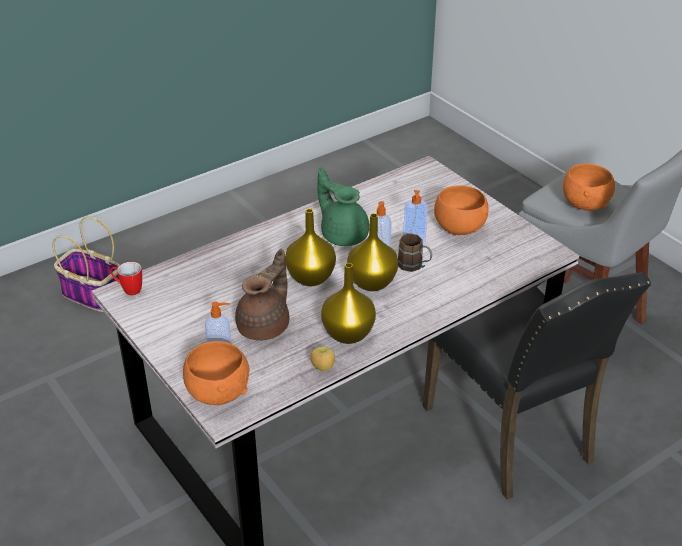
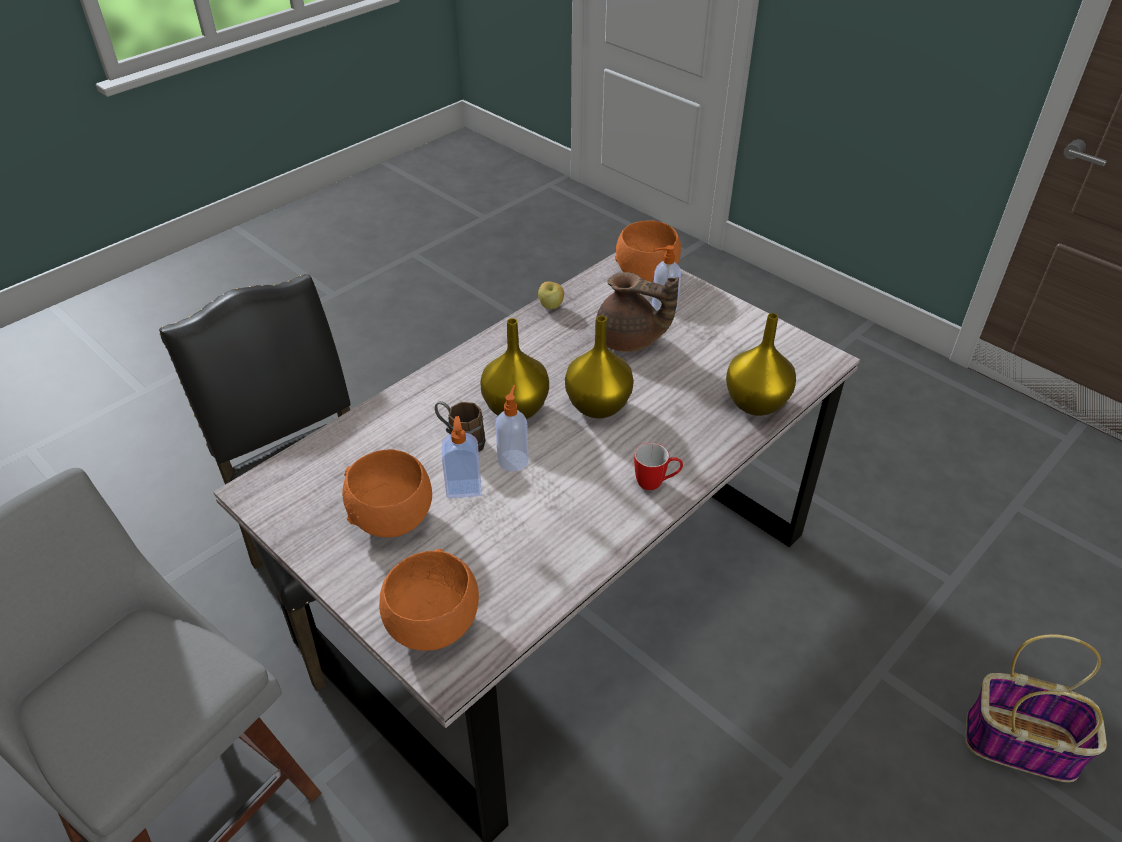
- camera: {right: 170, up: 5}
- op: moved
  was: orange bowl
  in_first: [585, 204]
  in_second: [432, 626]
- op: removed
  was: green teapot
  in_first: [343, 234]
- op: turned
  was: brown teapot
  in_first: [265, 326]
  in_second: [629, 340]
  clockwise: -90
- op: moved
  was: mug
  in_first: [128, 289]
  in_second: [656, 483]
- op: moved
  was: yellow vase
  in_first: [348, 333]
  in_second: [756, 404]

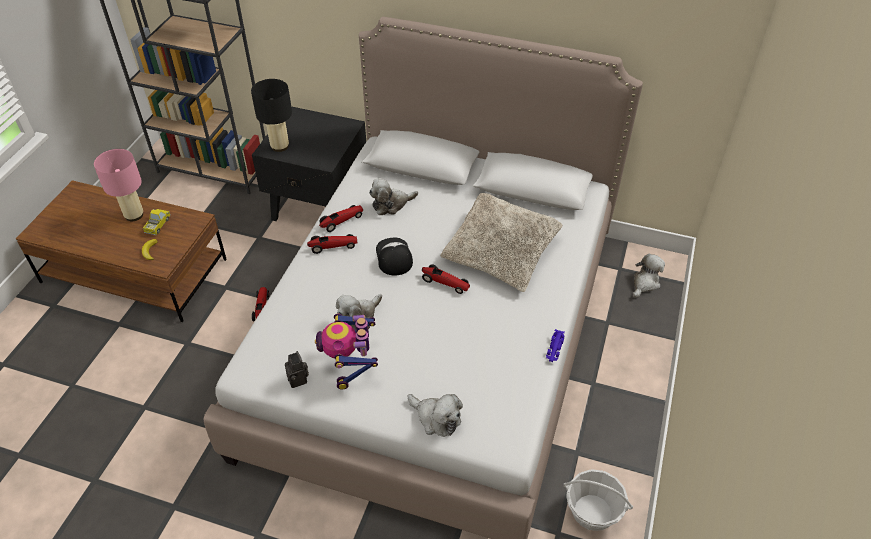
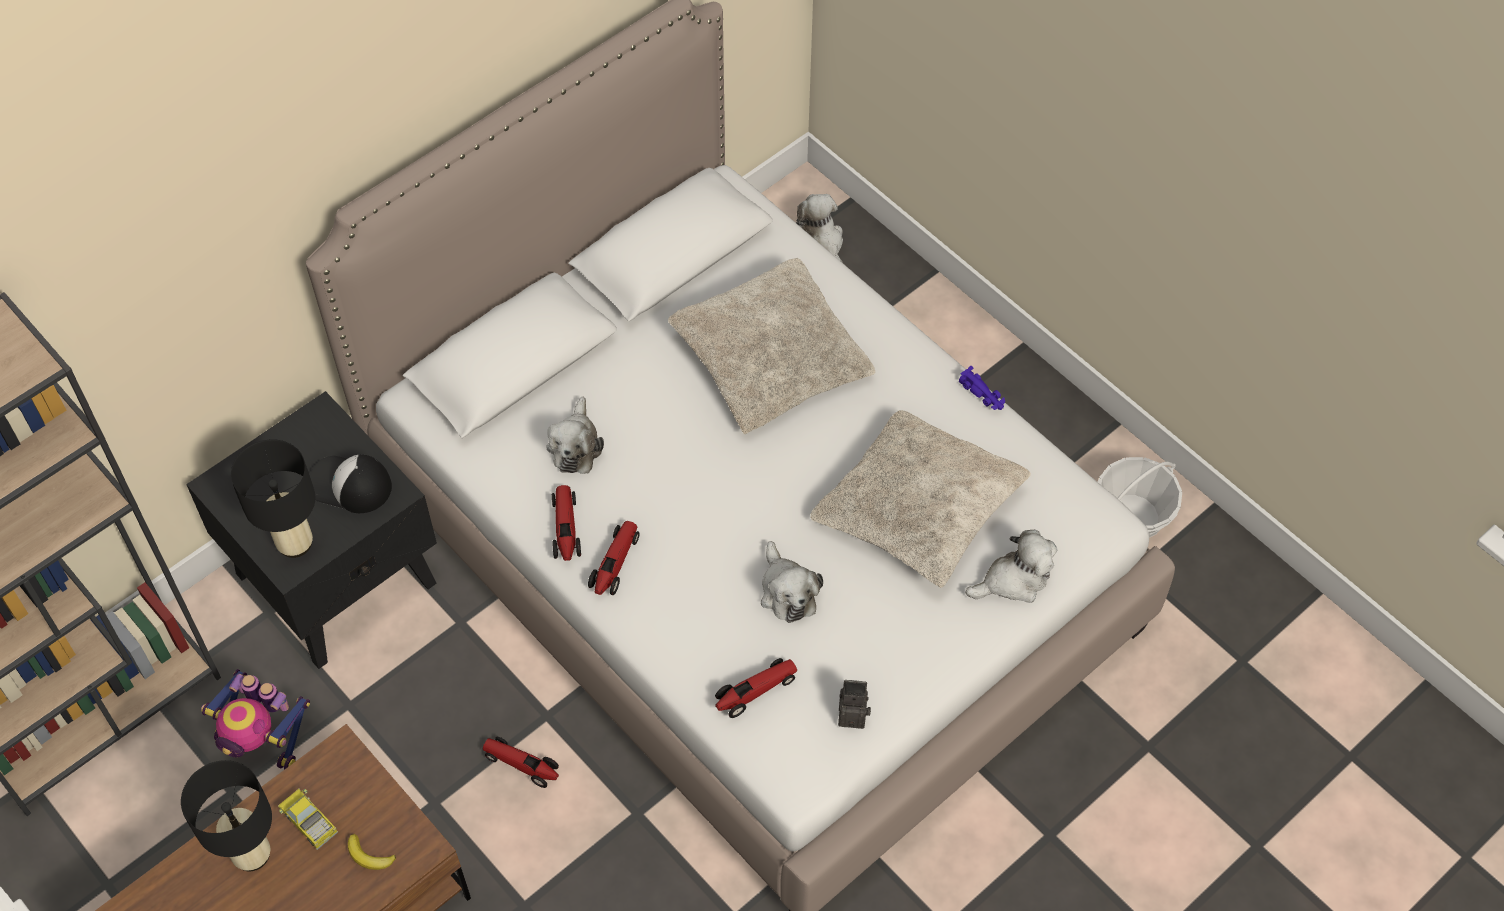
- camera: {right: -60, up: 10}
- op: recoloured
  was: pink table lamp
  now: black table lamp
  in_first: [133, 215]
  in_second: [251, 855]
- op: moved
  was: cap
  in_first: [393, 257]
  in_second: [349, 485]
- op: moved
  was: toy car
  in_first: [445, 283]
  in_second: [755, 691]
- op: moved
  was: toy robot
  in_first: [350, 365]
  in_second: [263, 741]
- op: added
  now: beige pillow
  in_second: [918, 509]

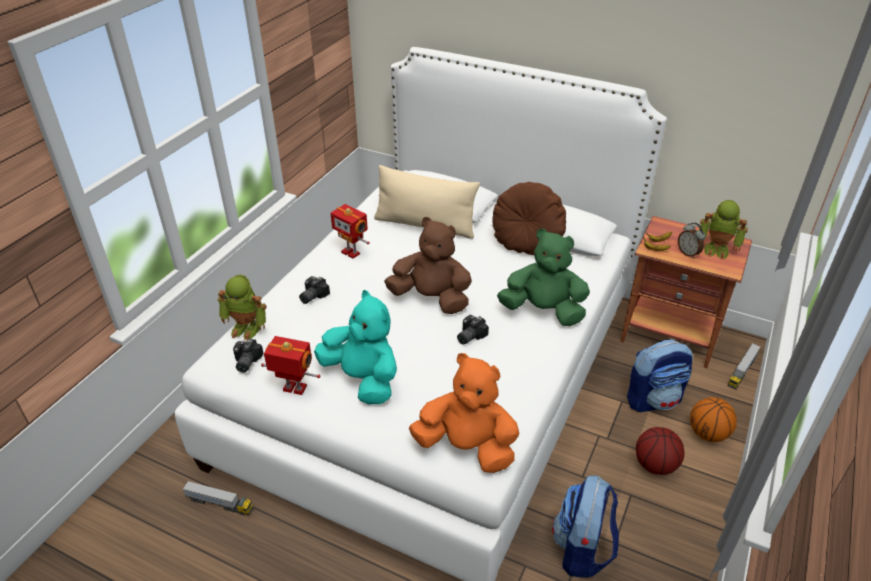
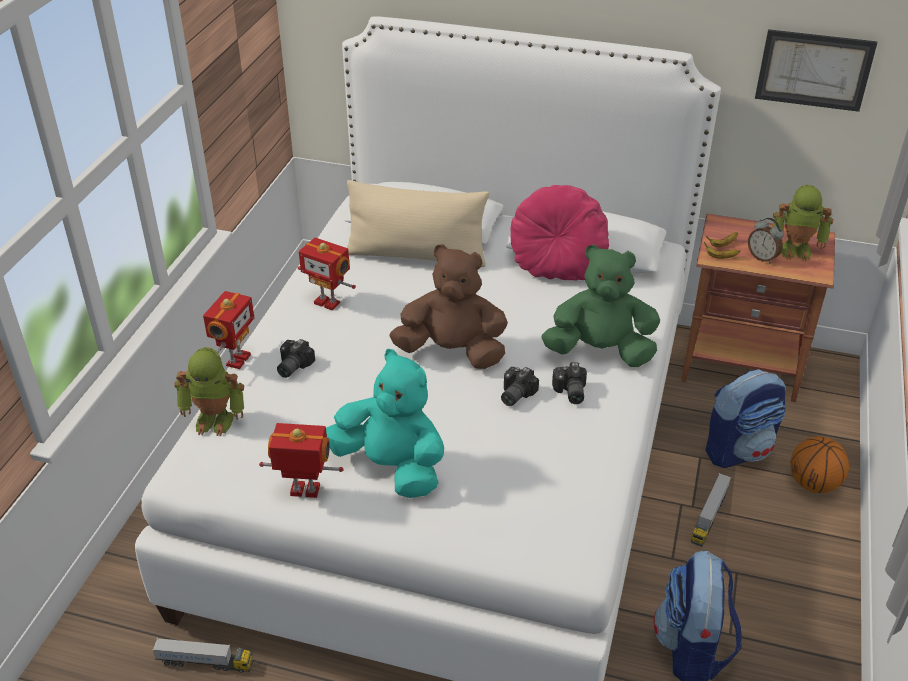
- camera: {right: -10, up: 0}
- op: recoloured
  was: brown pillow
  now: pink pillow
  in_first: [526, 247]
  in_second: [557, 270]
- op: moved
  was: photo camera
  in_first: [245, 362]
  in_second: [569, 392]
- op: moved
  was: toy truck
  in_first: [742, 371]
  in_second: [709, 516]
- op: removed
  was: orange plush toy
  in_first: [467, 447]
- op: removed
  was: basketball
  in_first: [655, 465]
- op: added
  now: picture
  in_second: [814, 70]
- op: added
  now: toy robot
  in_second: [236, 359]

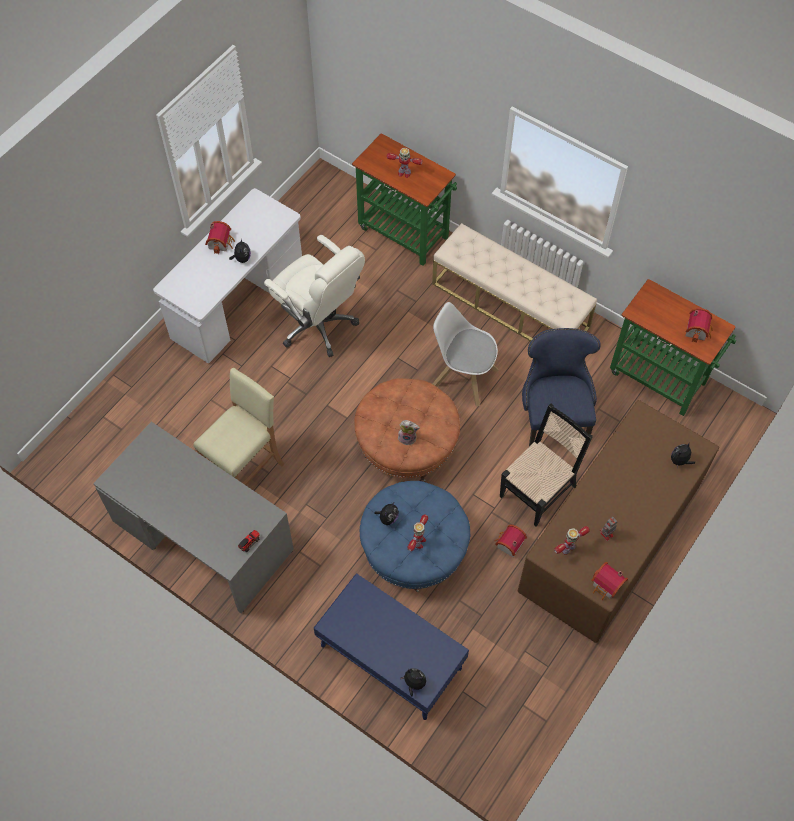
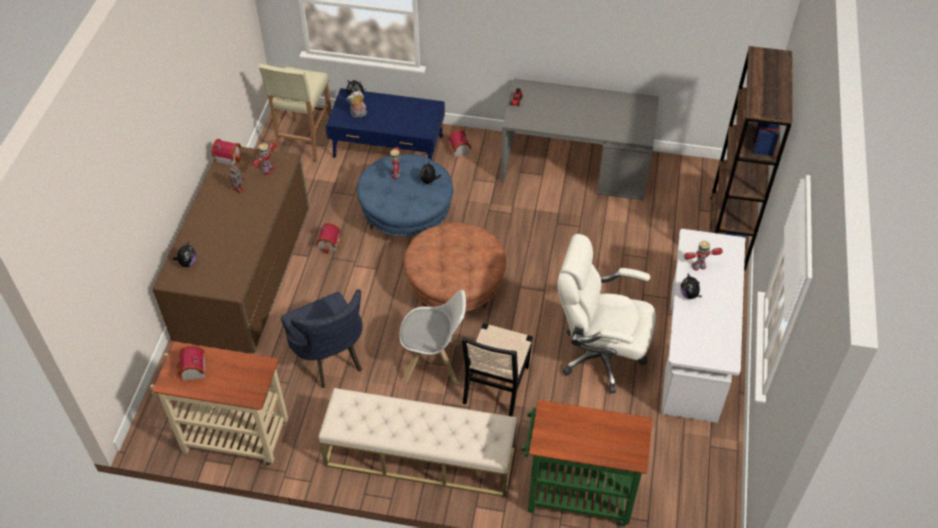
- camera: {right: 155, up: -10}
- op: moved
  was: toy robot
  in_first: [404, 173]
  in_second: [699, 266]
- op: moved
  was: toy house
  in_first: [221, 242]
  in_second: [458, 150]
- op: recoloured
  was: green cart
  now: beige cart
  in_first: [659, 378]
  in_second: [234, 437]
- op: moved
  was: beige stool
  in_first: [246, 472]
  in_second: [305, 141]
- op: moved
  was: chair
  in_first: [538, 491]
  in_second: [496, 385]
- op: moved
  was: plush toy
  in_first: [408, 438]
  in_second: [358, 115]
- op: added
  now: brown bookcase
  in_second: [727, 233]

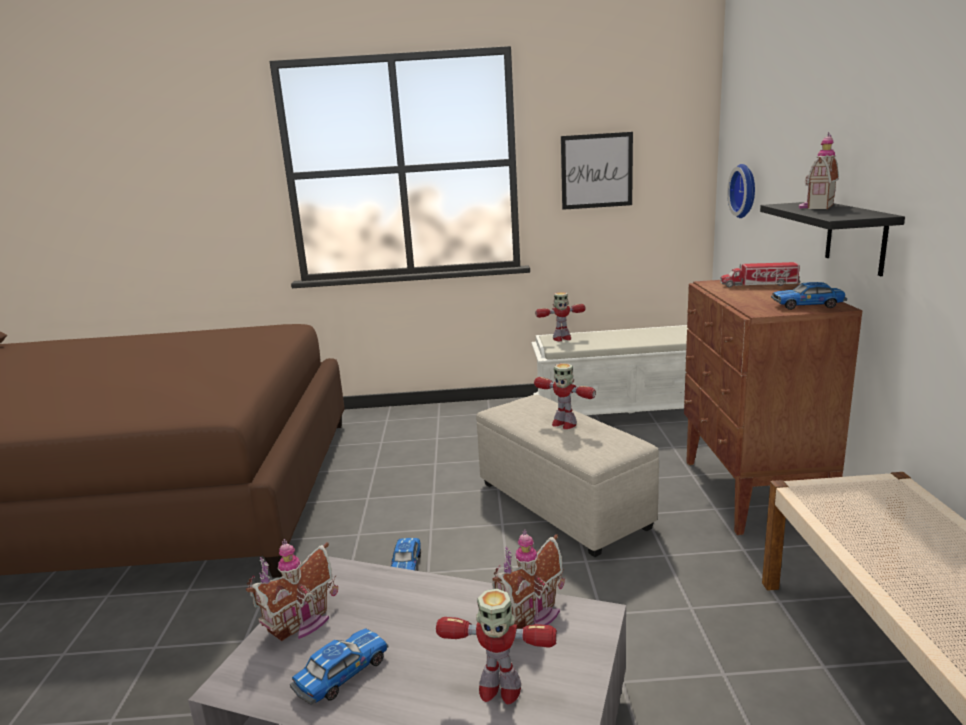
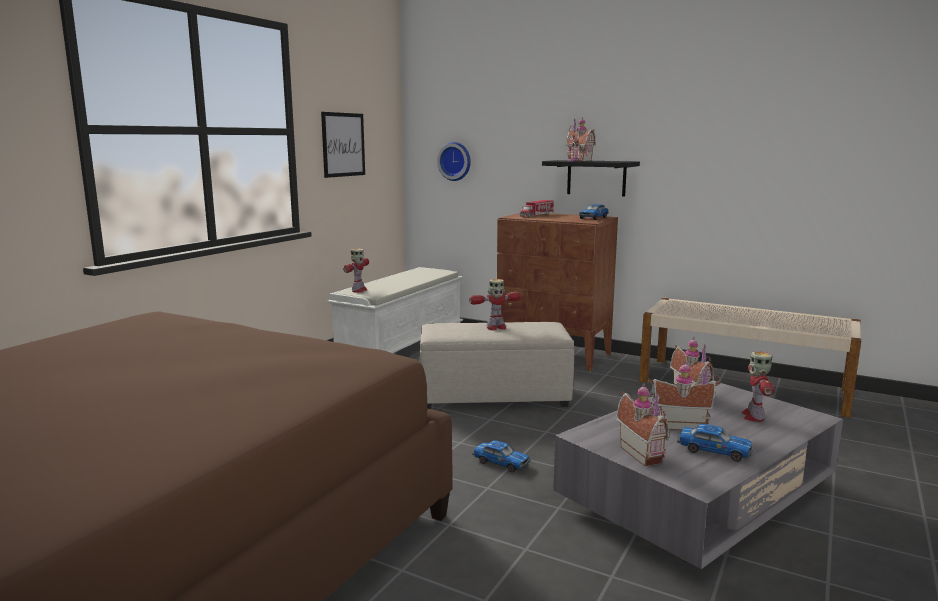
- camera: {right: -60, up: -5}
- op: turned
  was: toy robot
  in_first: [498, 689]
  in_second: [753, 416]
  clockwise: 150
- op: turned
  was: toy car
  in_first: [341, 674]
  in_second: [713, 450]
  clockwise: 135
- op: added
  now: toy house
  in_second: [679, 424]

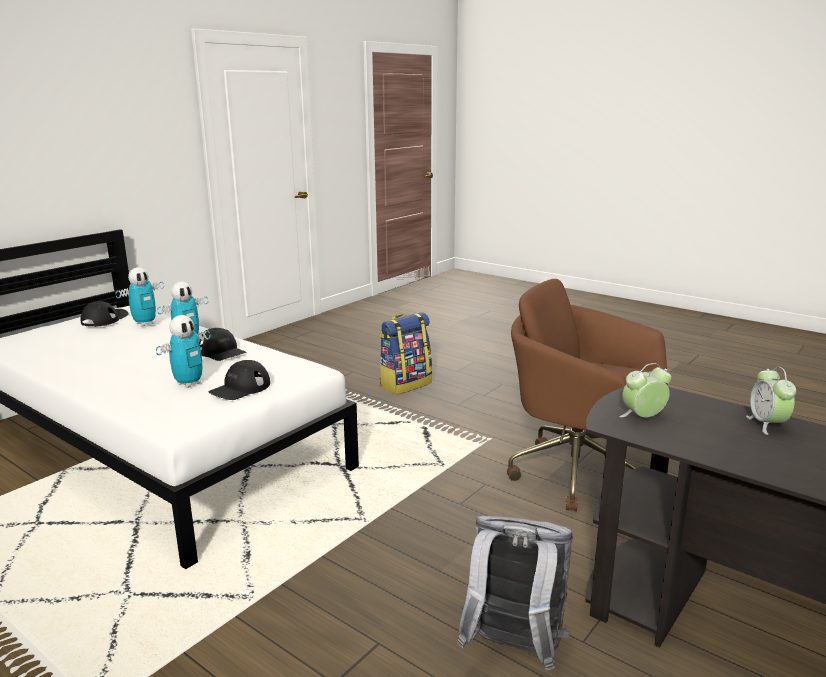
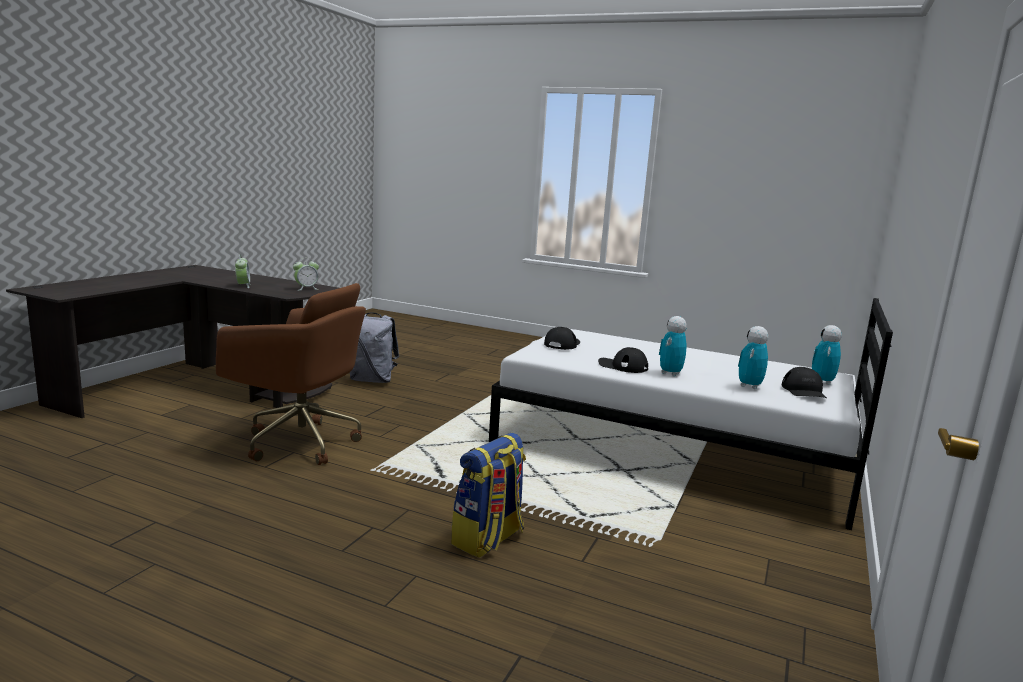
- camera: {right: 165, up: -5}
- op: moved
  was: toy robot
  in_first: [189, 383]
  in_second: [822, 382]

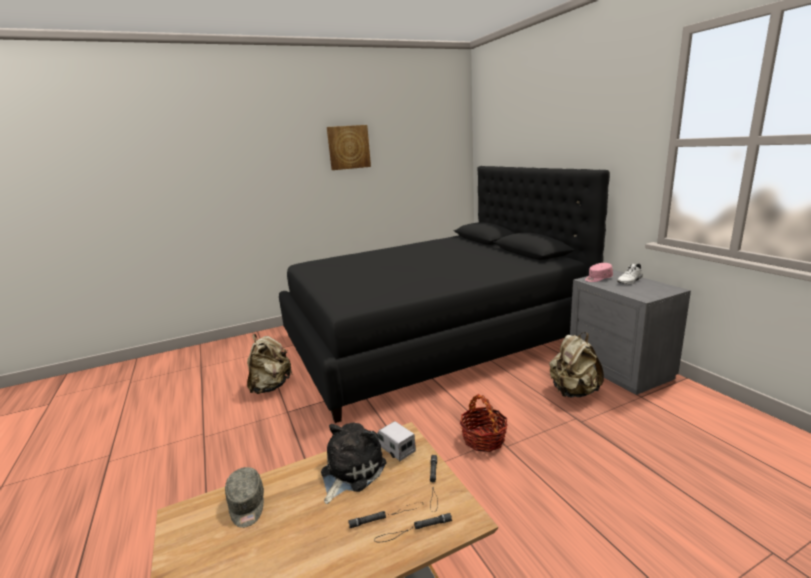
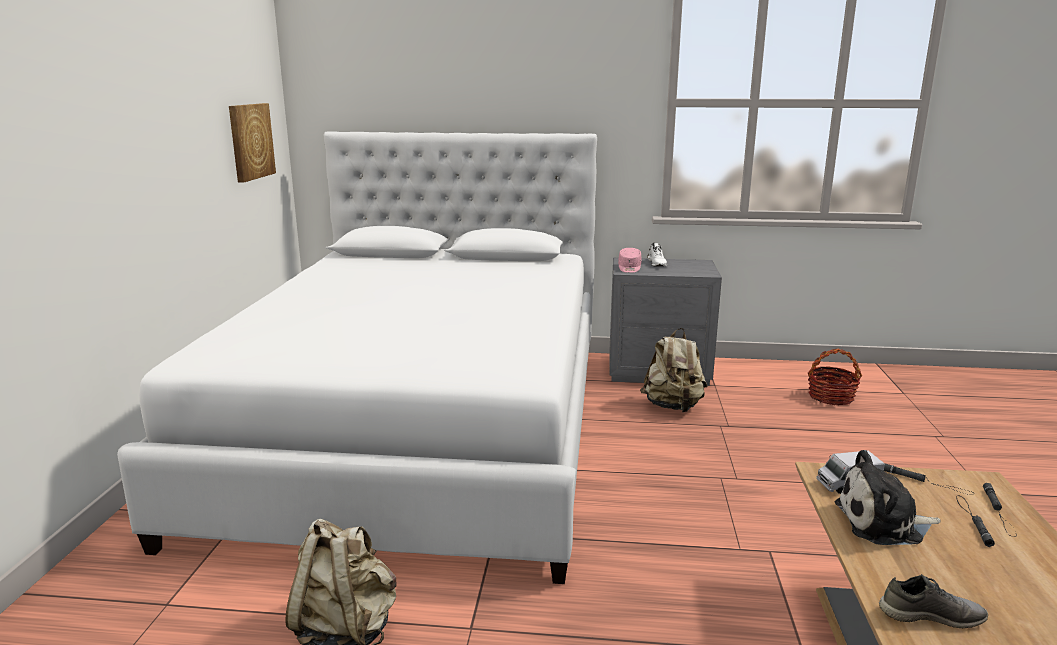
- camera: {right: -60, up: 0}
- op: moved
  was: picture
  in_first: [348, 147]
  in_second: [250, 141]
- op: recoloured
  was: black bed
  now: white bed
  in_first: [432, 337]
  in_second: [424, 427]
- op: moved
  was: basket
  in_first: [483, 439]
  in_second: [830, 397]
- op: turned
  was: plush toy
  in_first: [350, 471]
  in_second: [883, 523]
  clockwise: -60
- op: replaced
  was: grey cap
  now: grey shoe
  in_first: [246, 505]
  in_second: [930, 615]

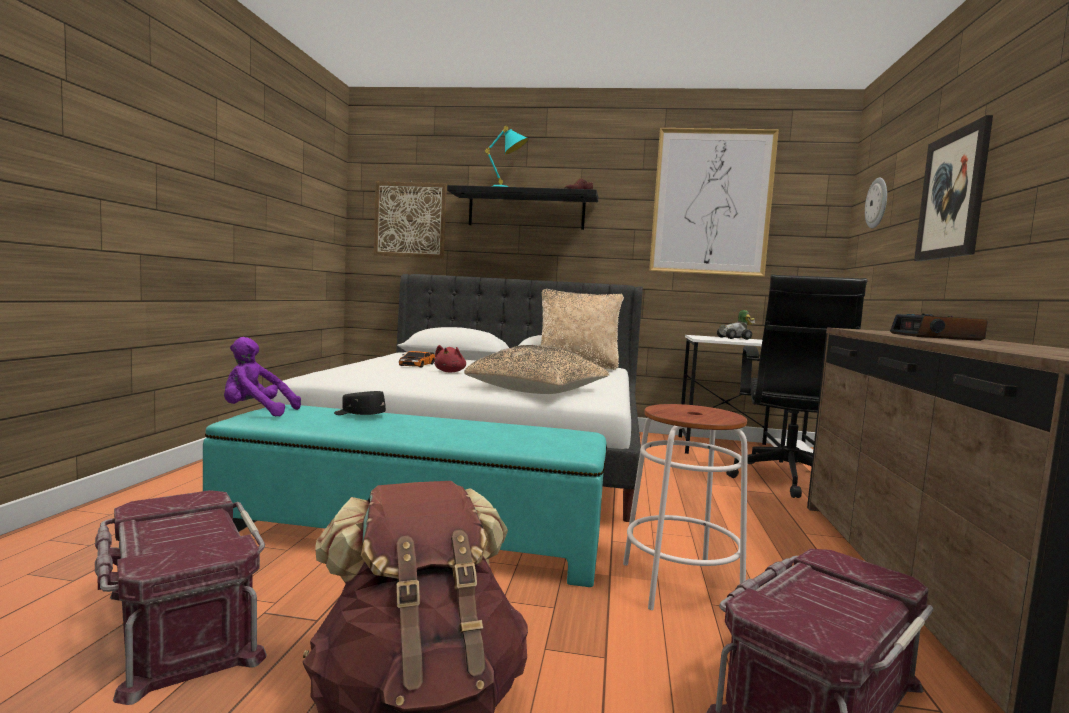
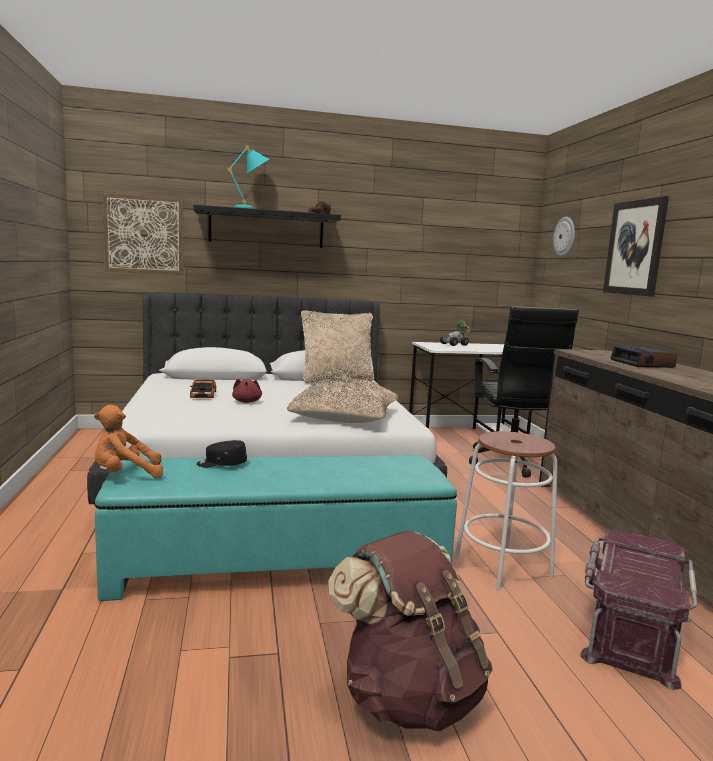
- camera: {right: -20, up: 5}
- op: removed
  was: picture
  in_first: [711, 202]
- op: recoloured
  was: purple plush toy
  now: orange plush toy
  in_first: [255, 412]
  in_second: [125, 475]
- op: removed
  was: red storage box
  in_first: [179, 625]

